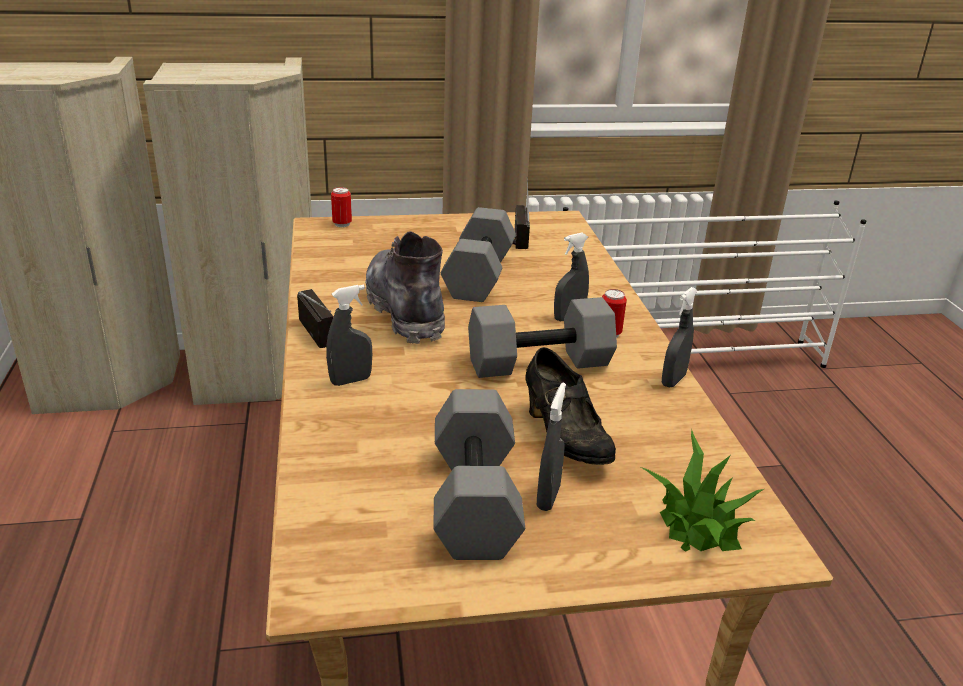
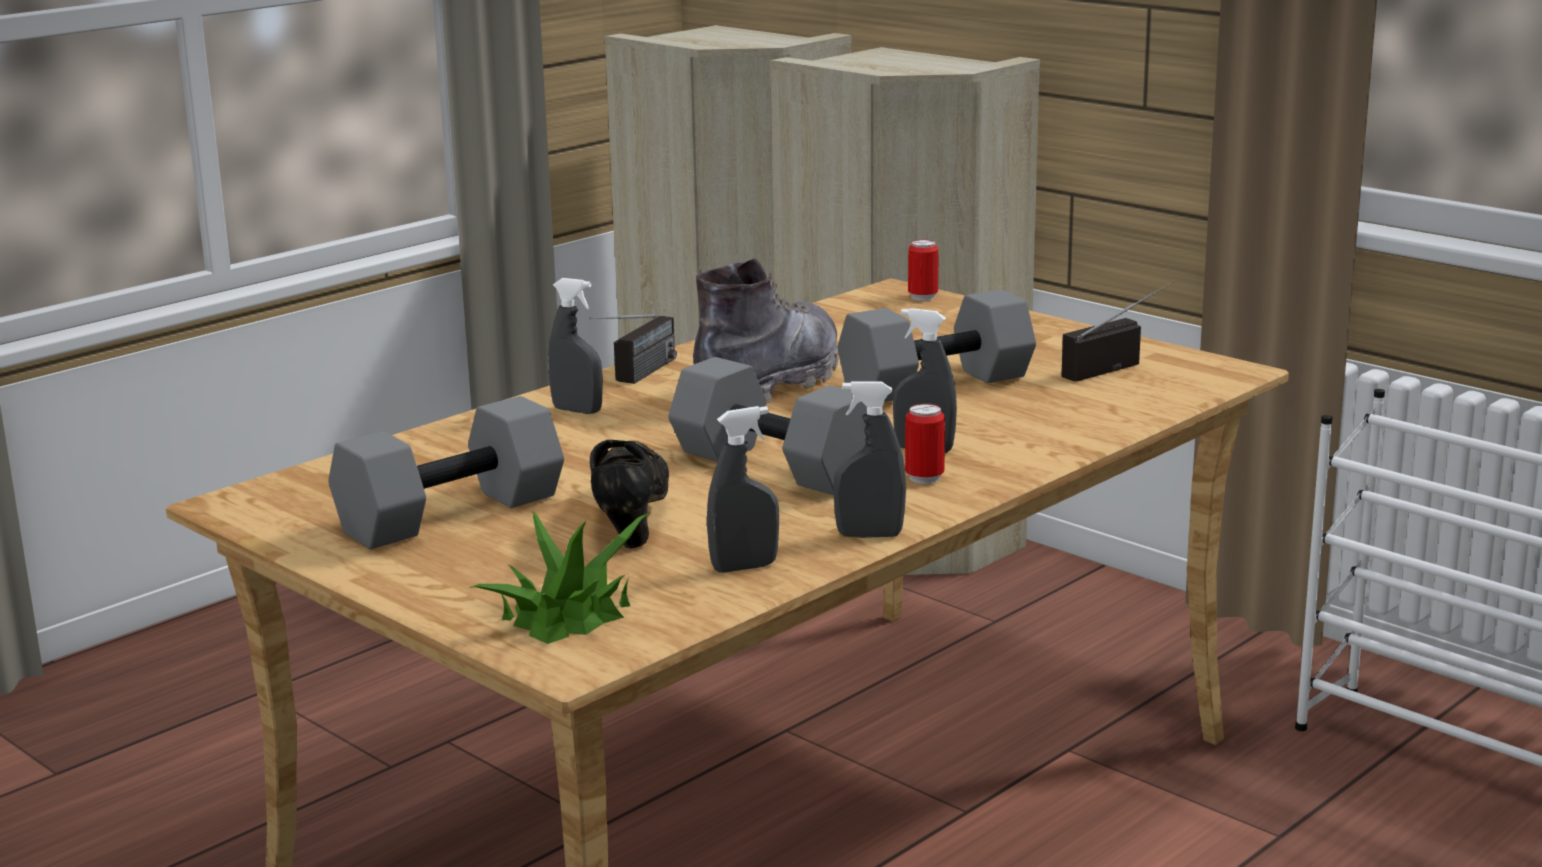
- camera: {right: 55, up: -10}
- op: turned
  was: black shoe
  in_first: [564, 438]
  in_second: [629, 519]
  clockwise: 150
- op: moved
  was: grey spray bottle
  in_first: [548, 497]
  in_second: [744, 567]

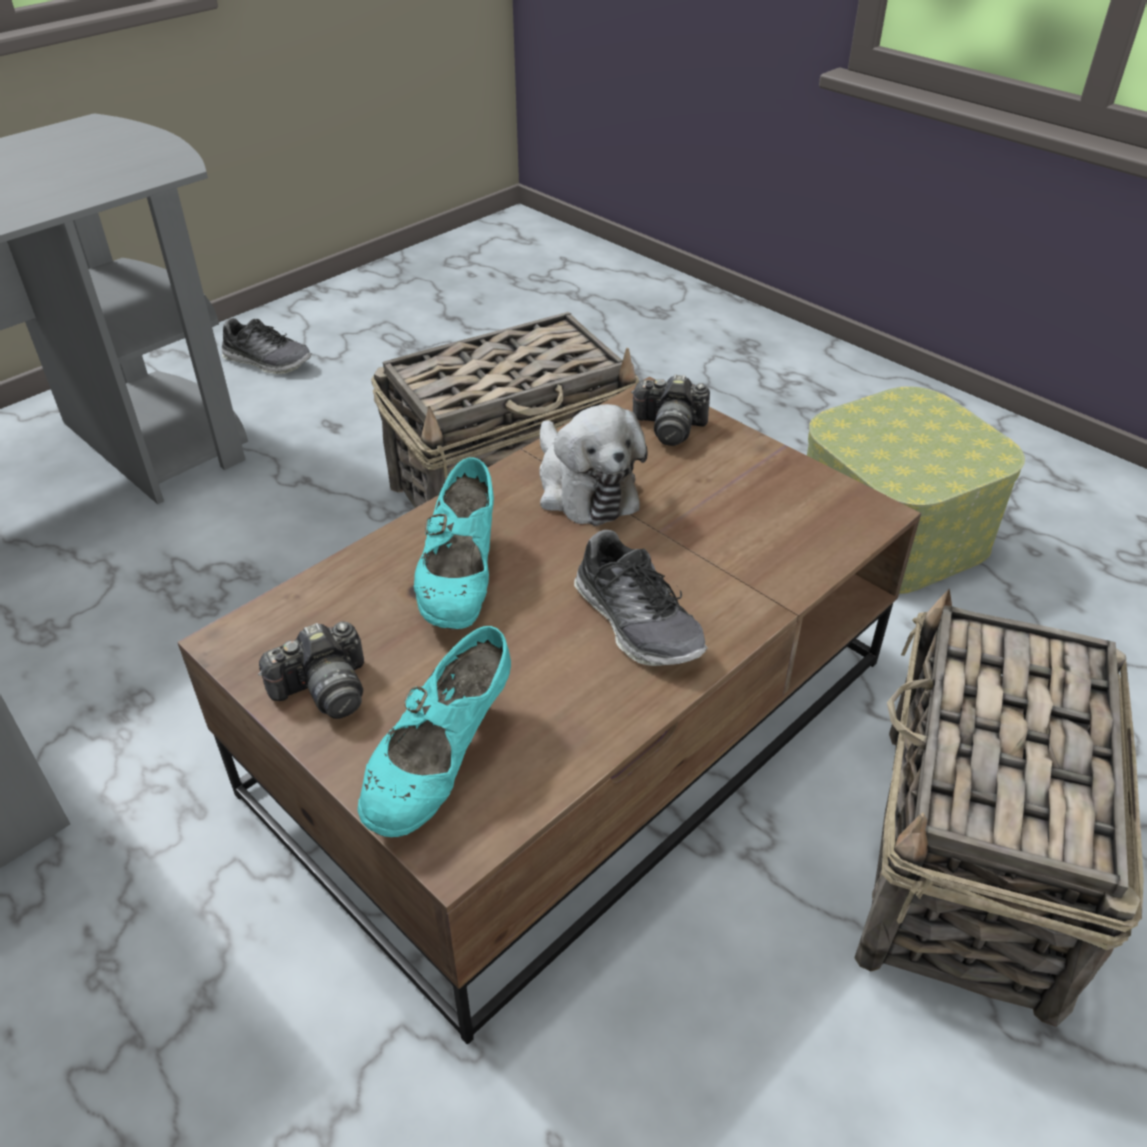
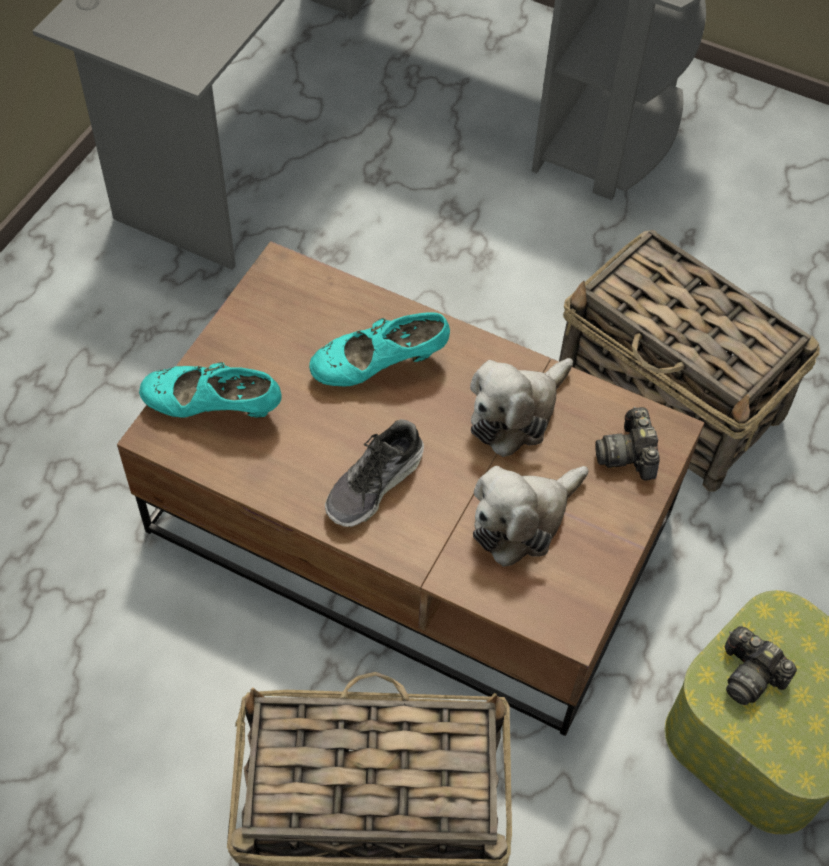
- camera: {right: 70, up: 15}
- op: removed
  was: shoe
  in_first: [267, 361]
- op: moved
  was: photo camera
  in_first: [324, 690]
  in_second: [750, 674]
- op: added
  now: plush toy
  in_second: [523, 520]

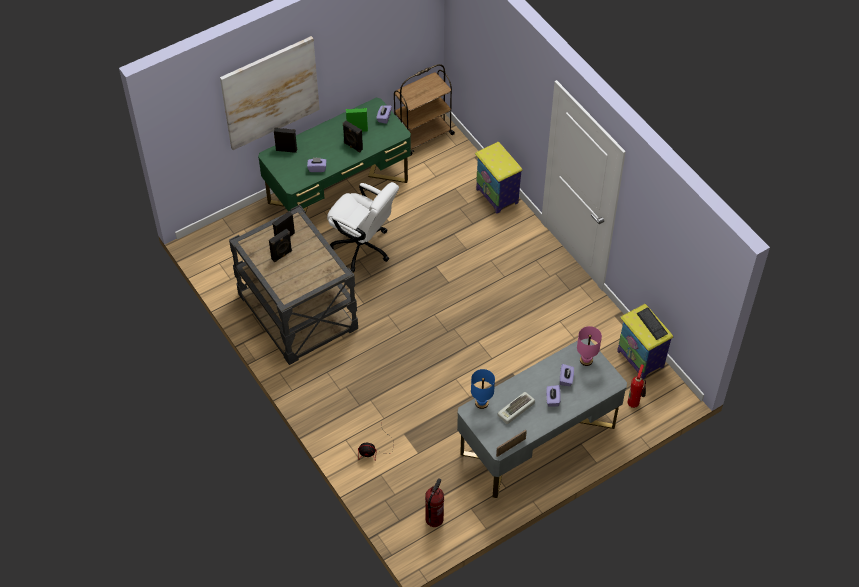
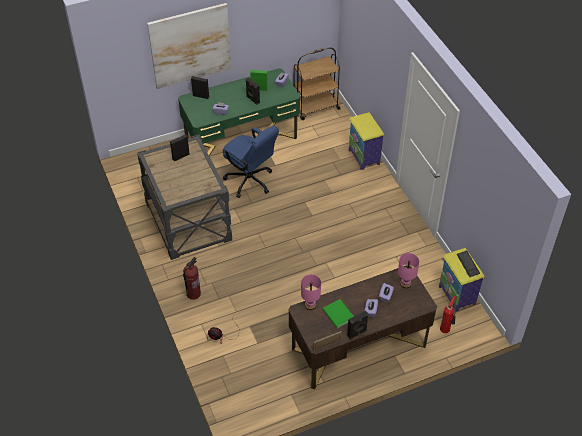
- camera: {right: 10, up: -5}
- op: recoloured
  was: white office chair
  now: blue office chair
  in_first: [364, 249]
  in_second: [251, 182]
- op: moved
  was: black speaker
  in_first: [282, 255]
  in_second: [357, 333]
- op: recoloured
  was: grey desk
  now: brown desk
  in_first: [538, 439]
  in_second: [359, 347]
- op: recoloured
  was: blue table lamp
  now: pink table lamp
  in_first: [481, 403]
  in_second: [310, 305]
- op: replaced
  was: keyboard
  now: green book
  in_first: [516, 410]
  in_second: [338, 315]
- op: moved
  was: fire extinguisher
  in_first: [434, 519]
  in_second: [193, 294]

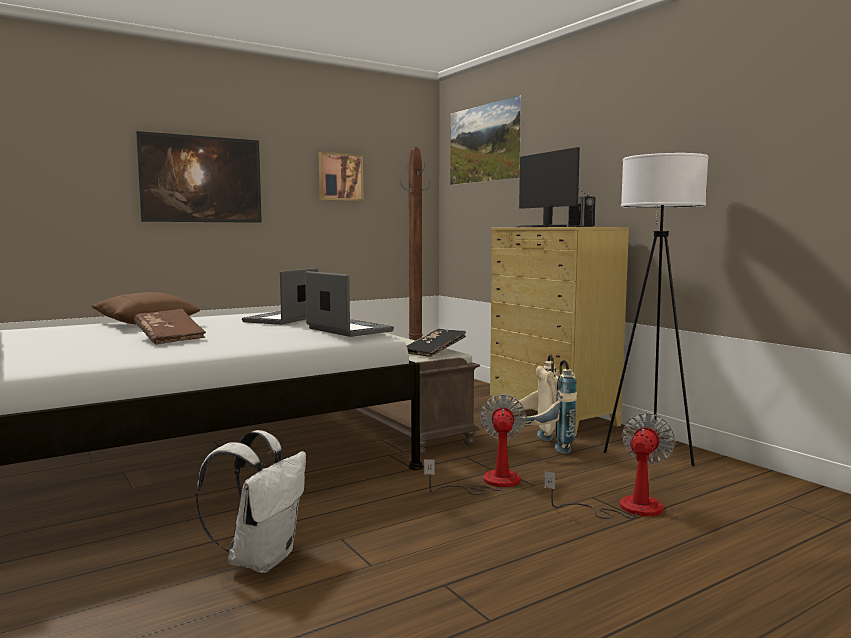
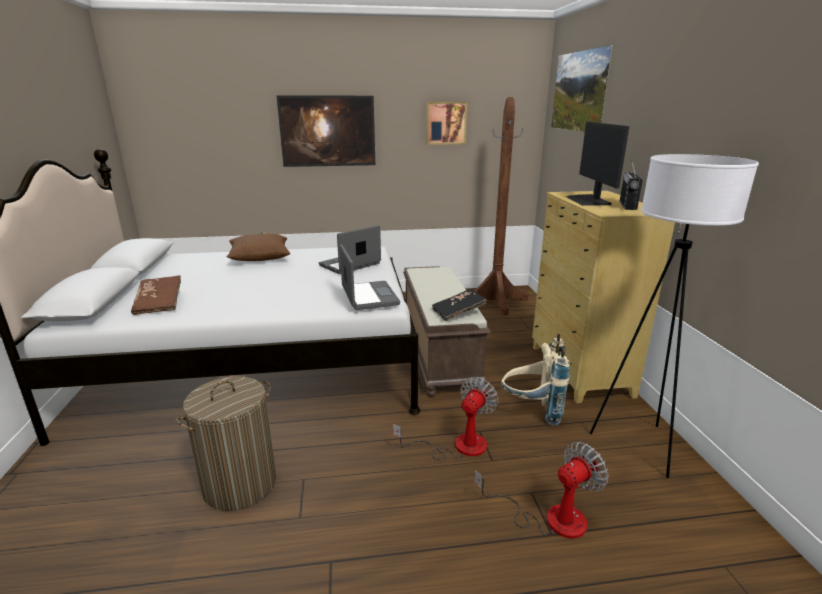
- camera: {right: 25, up: 15}
- op: moved
  was: brown book
  in_first: [170, 338]
  in_second: [159, 303]
- op: replaced
  was: white backpack
  now: laundry basket
  in_first: [261, 559]
  in_second: [240, 483]

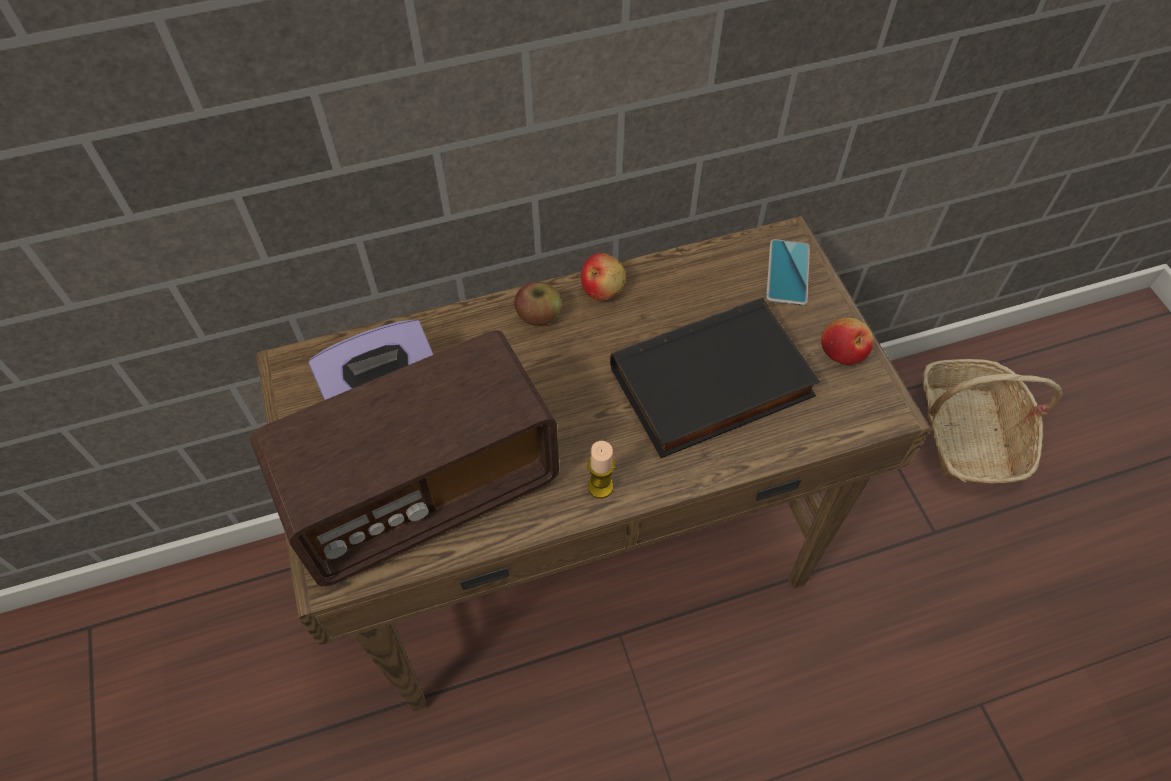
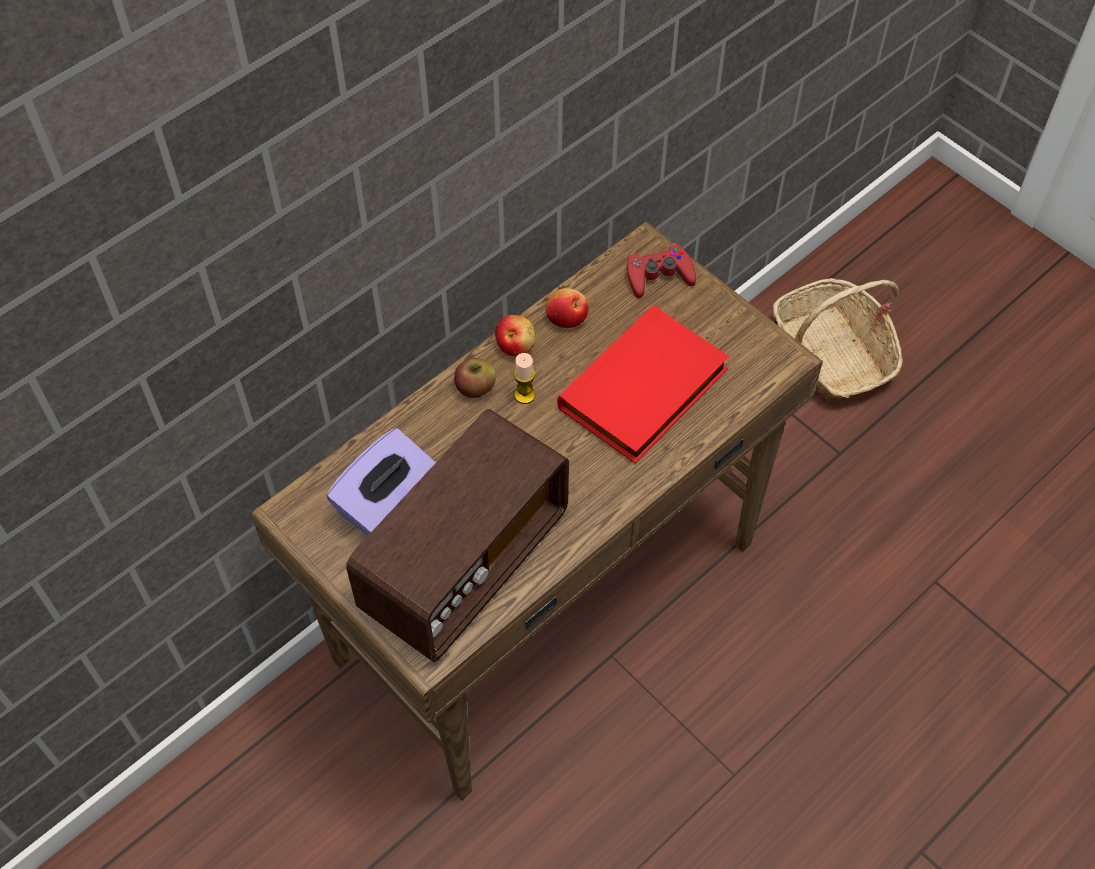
- camera: {right: -25, up: 0}
- op: replaced
  was: phone
  now: red game controller
  in_first: [788, 273]
  in_second: [658, 275]
- op: recoloured
  was: black book
  now: red book
  in_first: [712, 386]
  in_second: [645, 392]
- op: moved
  was: apple
  in_first: [843, 352]
  in_second: [567, 317]
- op: moved
  was: candle
  in_first: [600, 487]
  in_second: [524, 395]

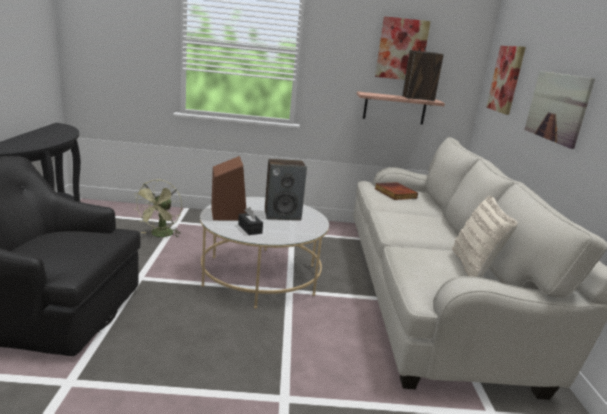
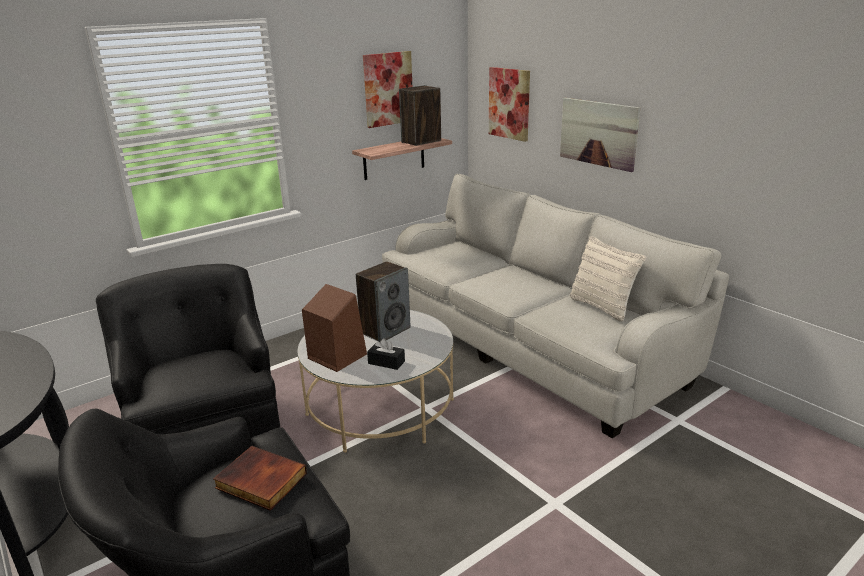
- camera: {right: -35, up: 5}
- op: replaced
  was: green fan
  now: black armchair
  in_first: [160, 235]
  in_second: [205, 422]
- op: moved
  was: book
  in_first: [394, 193]
  in_second: [259, 481]

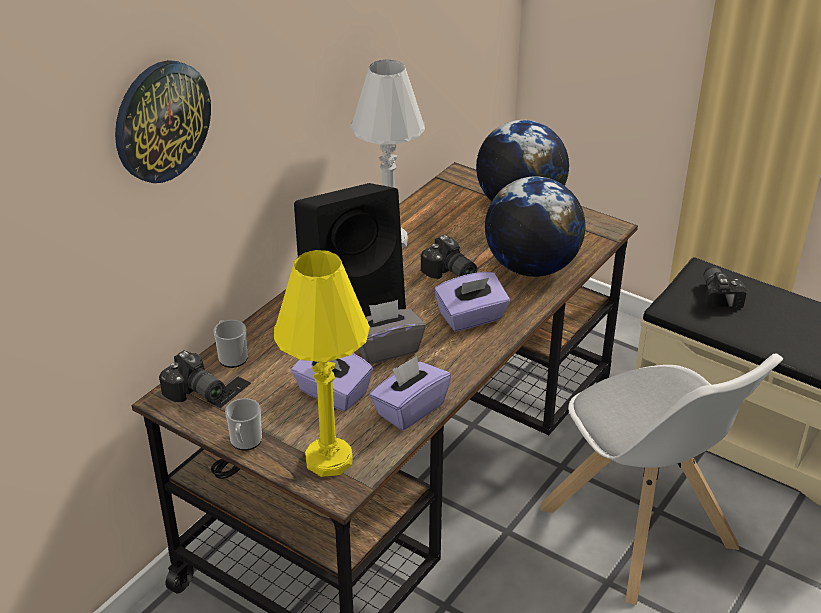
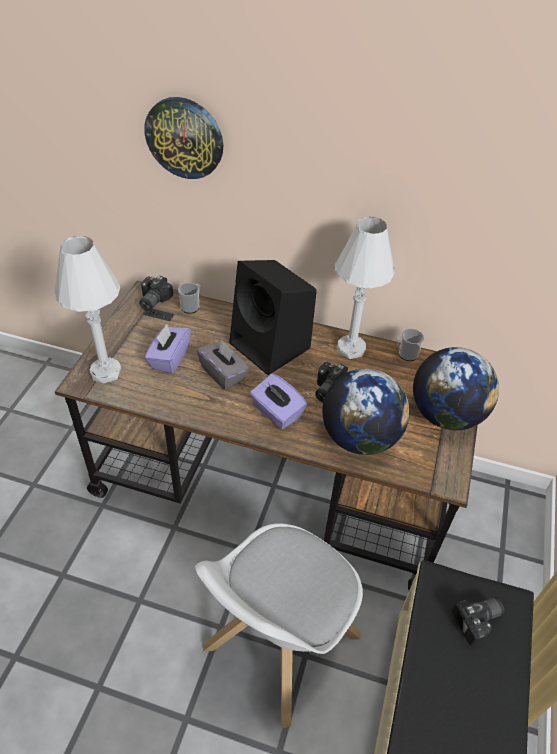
- camera: {right: 70, up: 10}
- op: recoloured
  was: yellow table lamp
  now: white table lamp
  in_first: [329, 459]
  in_second: [106, 372]
- op: removed
  was: purple tissue box
  in_first: [409, 409]
- op: moved
  was: mug
  in_first: [245, 442]
  in_second: [405, 354]

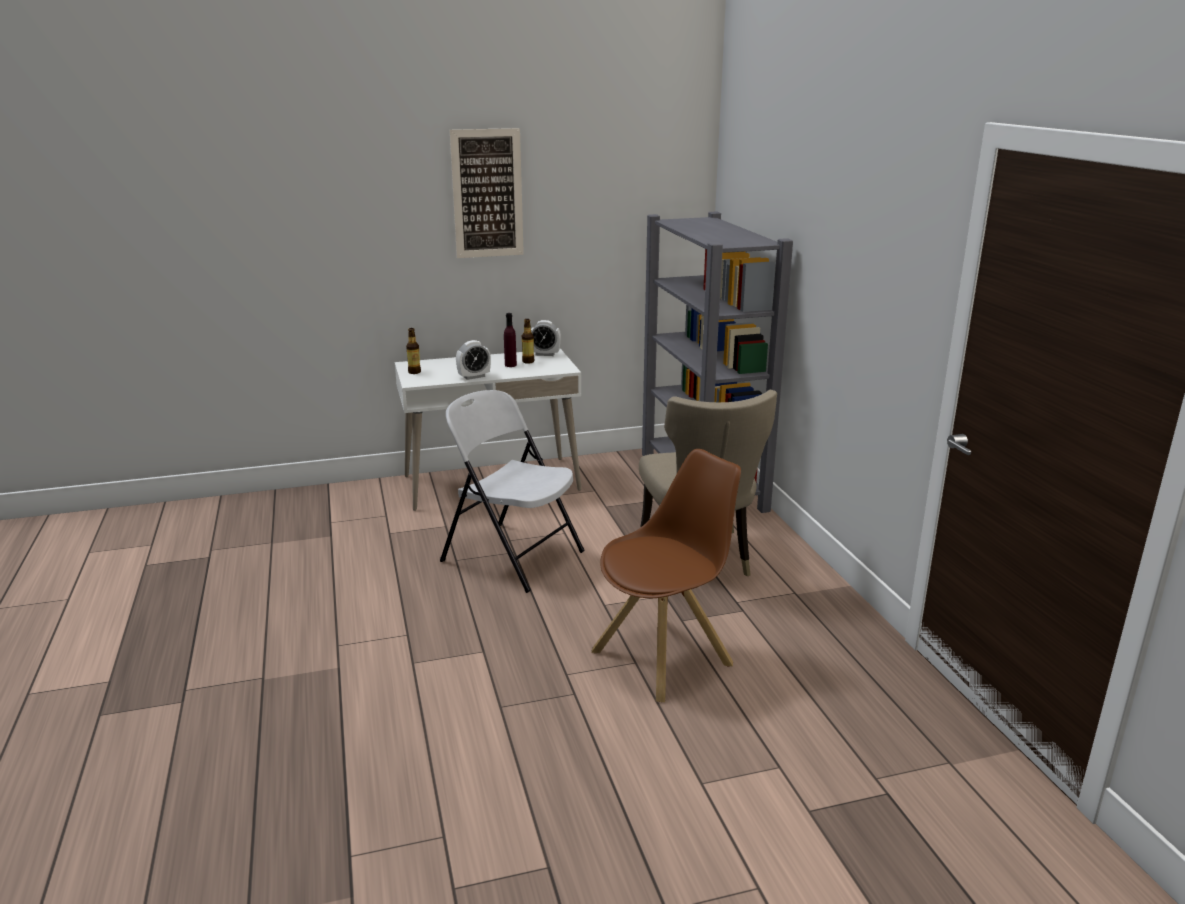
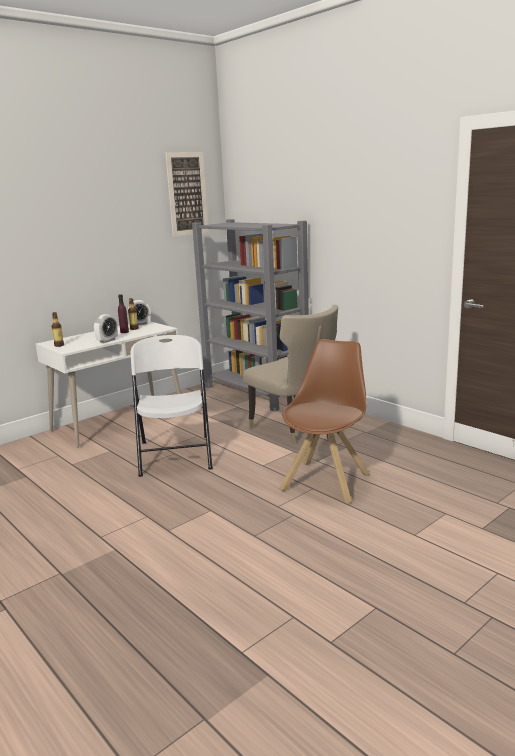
- camera: {right: -25, up: -5}
- op: moved
  was: picture
  in_first: [487, 194]
  in_second: [187, 194]
- op: turned
  was: white chair
  in_first: [513, 556]
  in_second: [176, 455]
  clockwise: 75

